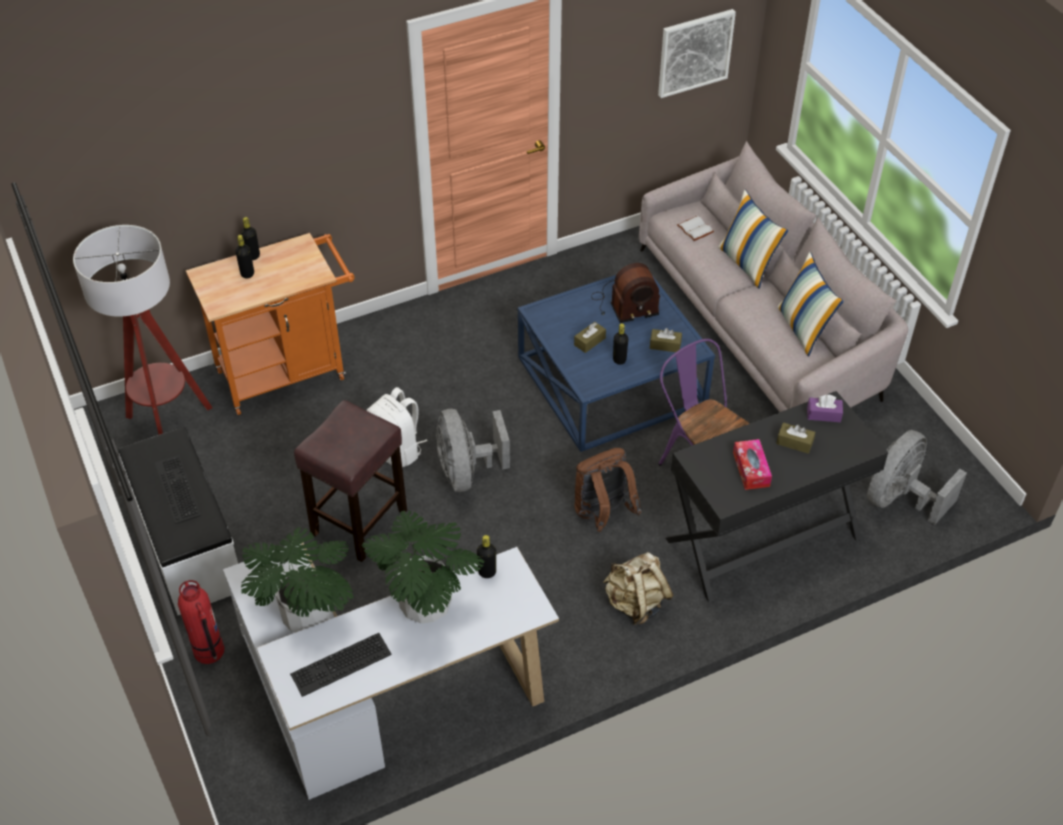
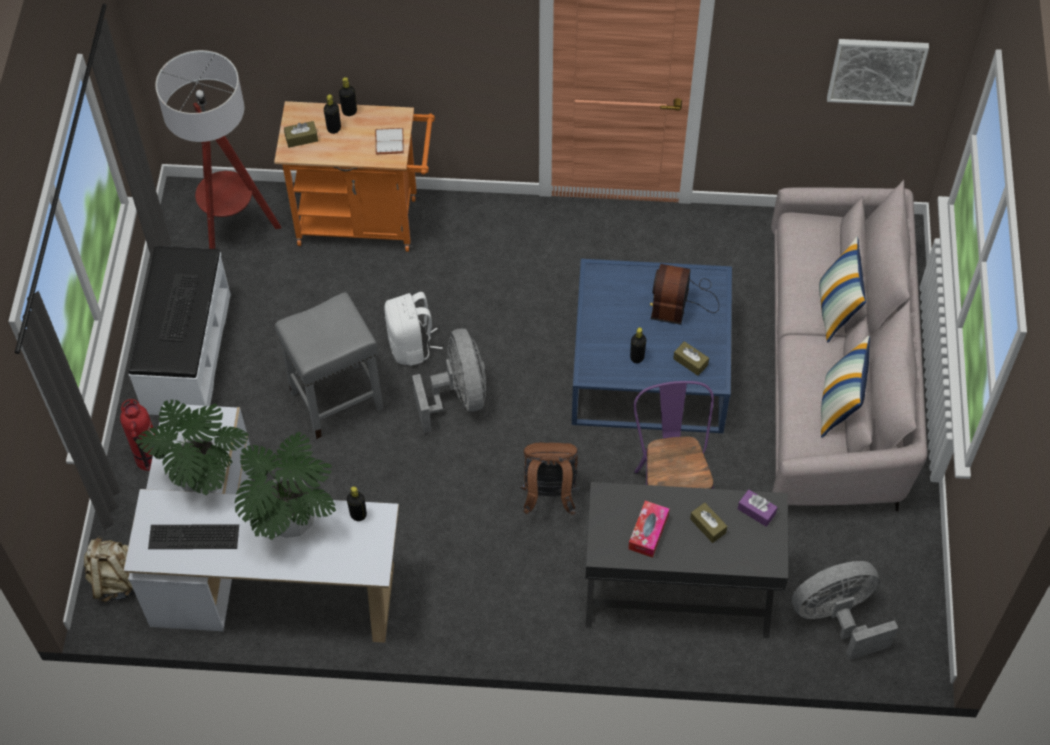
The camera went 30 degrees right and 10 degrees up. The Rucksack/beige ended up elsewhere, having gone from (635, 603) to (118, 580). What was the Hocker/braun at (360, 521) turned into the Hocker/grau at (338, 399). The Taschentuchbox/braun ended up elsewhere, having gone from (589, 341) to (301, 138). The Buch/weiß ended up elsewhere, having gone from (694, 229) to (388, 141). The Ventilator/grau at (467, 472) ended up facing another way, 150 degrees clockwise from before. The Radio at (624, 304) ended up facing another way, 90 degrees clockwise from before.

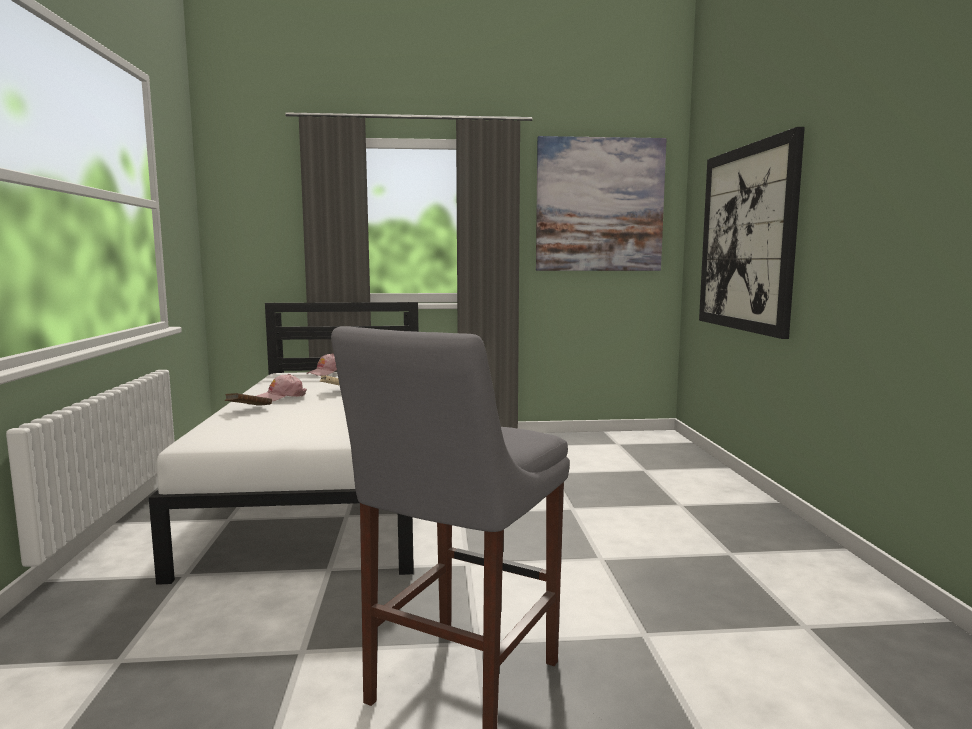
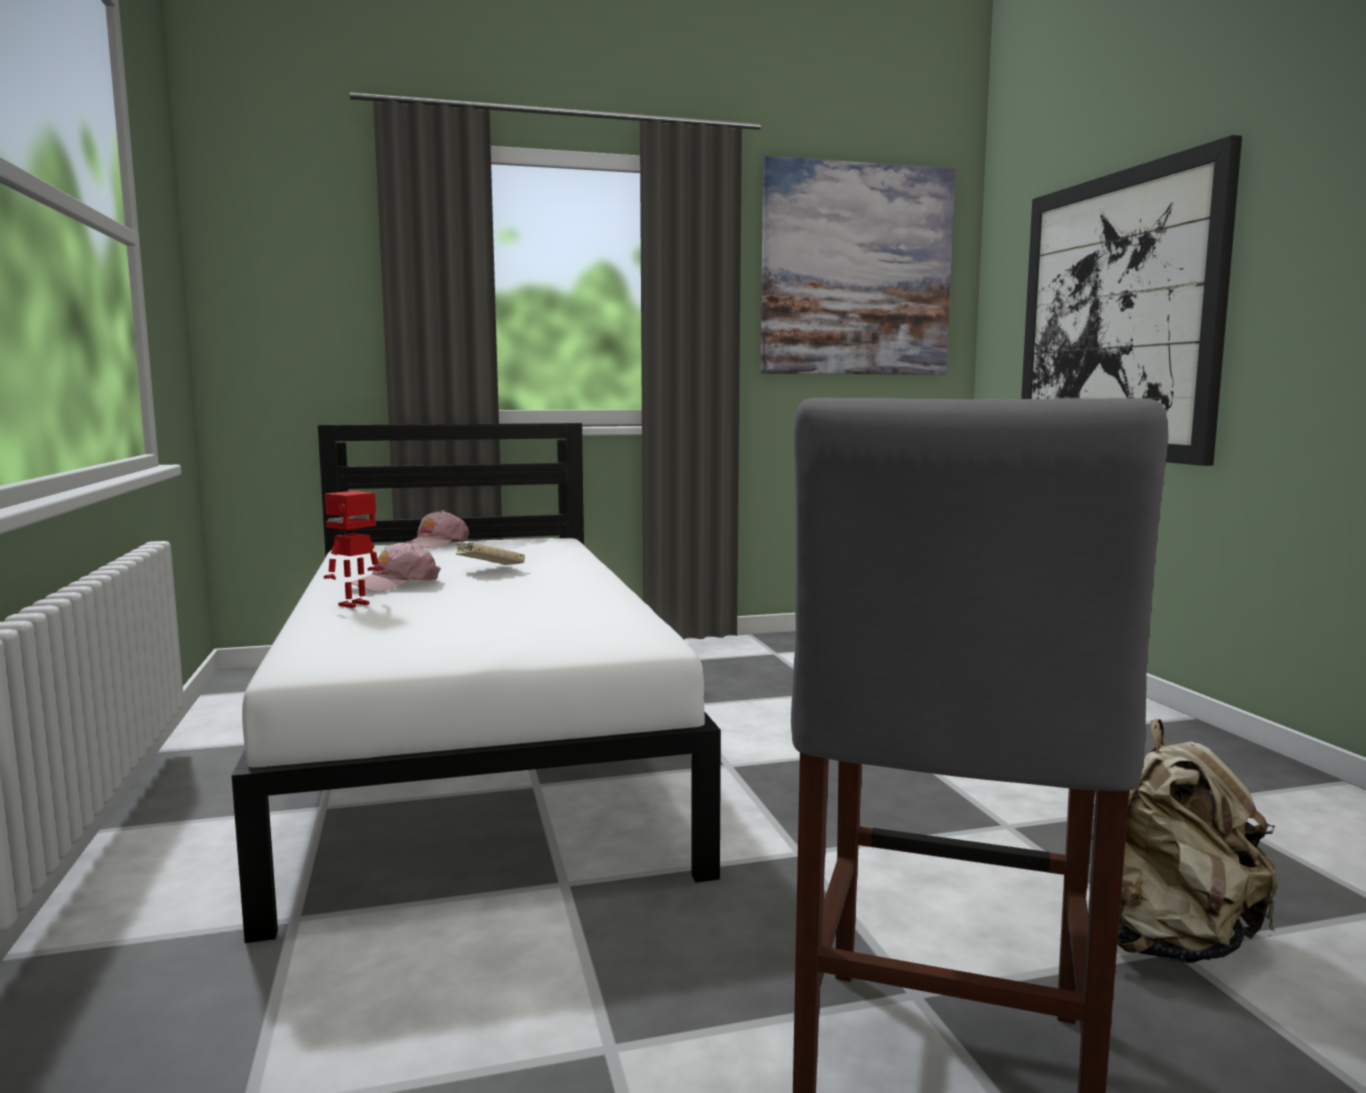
The camera went 10 degrees left and 0 degrees up. Where the Buch/braun stood at (249, 409), the Spielzeugroboter came to stand at (355, 605). The second view gained the Rucksack/beige at (1169, 942).

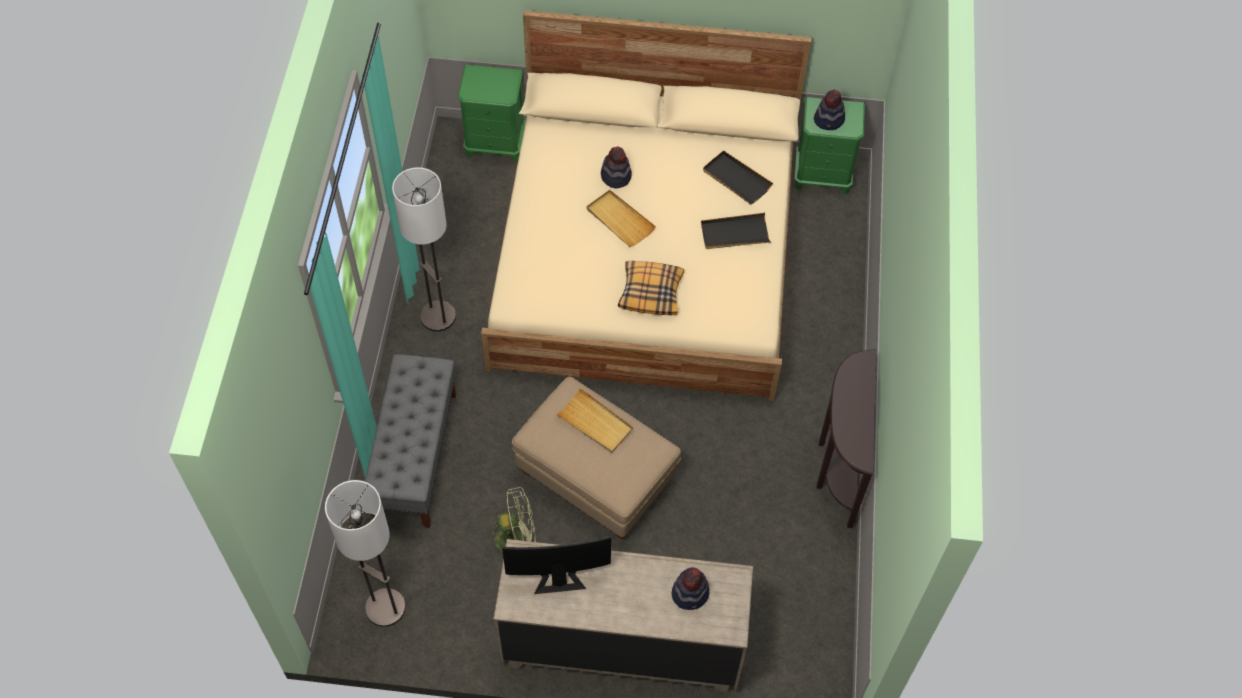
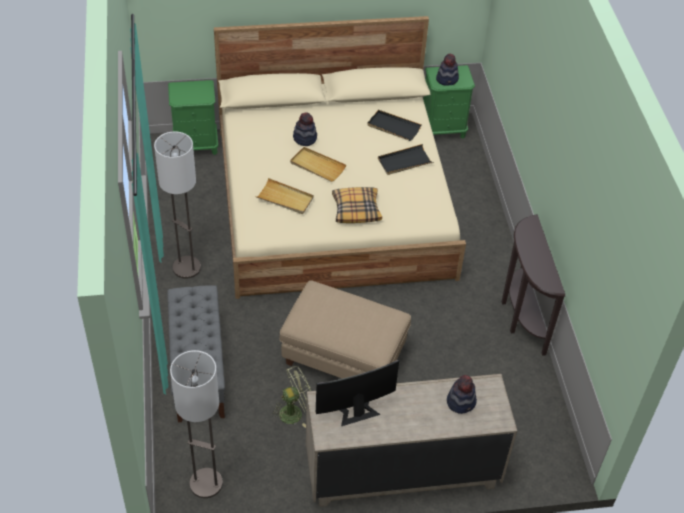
The camera went 15 degrees left and 10 degrees down. The Tablett/beige ended up elsewhere, having gone from (595, 423) to (285, 198).

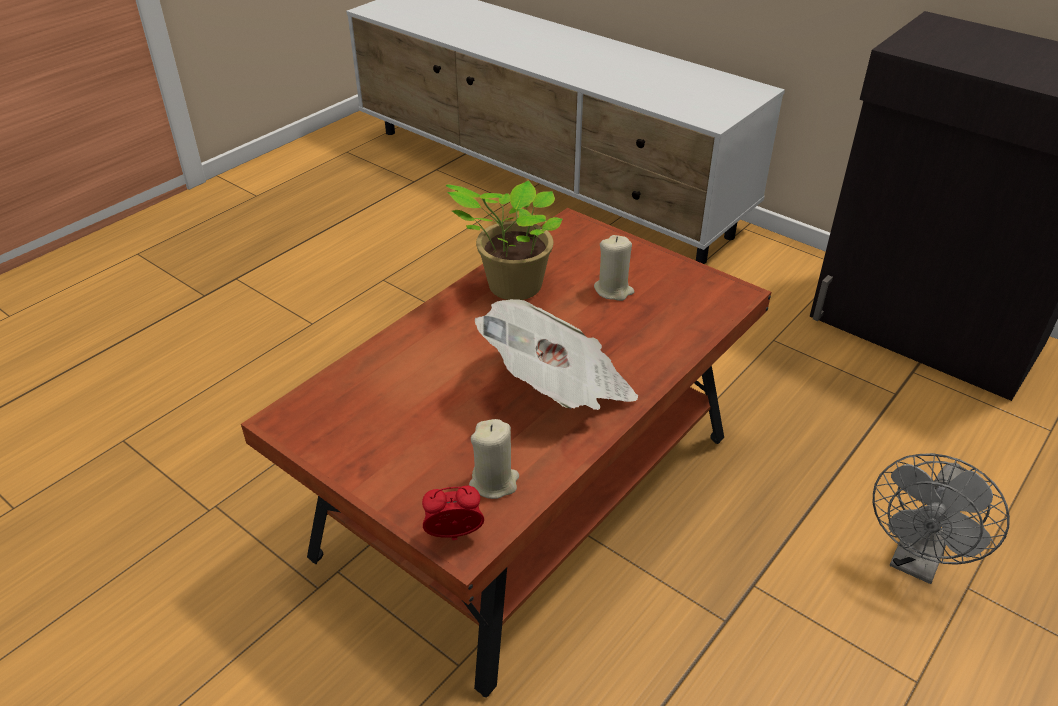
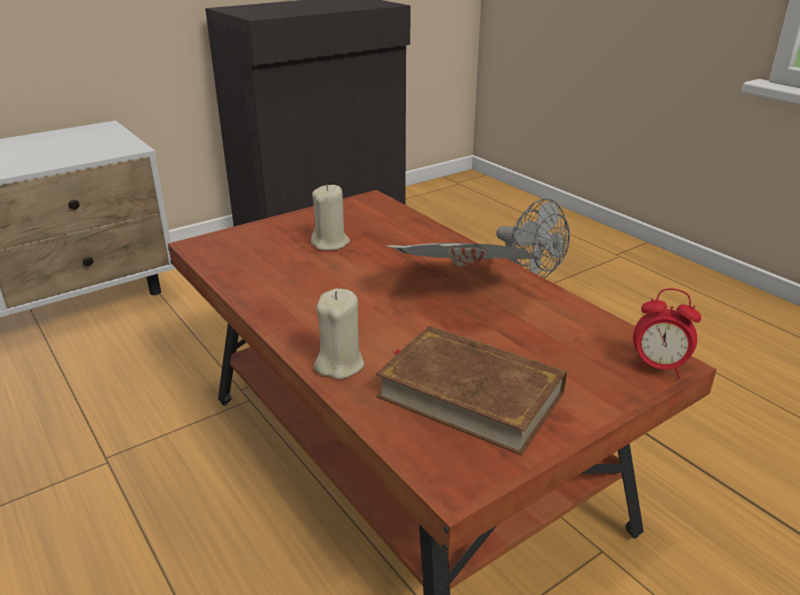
The camera went 75 degrees left and 10 degrees down. The Kerze/beige ended up elsewhere, having gone from (494, 482) to (339, 364). The second view gained the Buch/braun at (470, 394). The Wecker at (454, 537) ended up facing another way, 75 degrees counterclockwise from before. The second view lost the Topfpflanze at (510, 287).

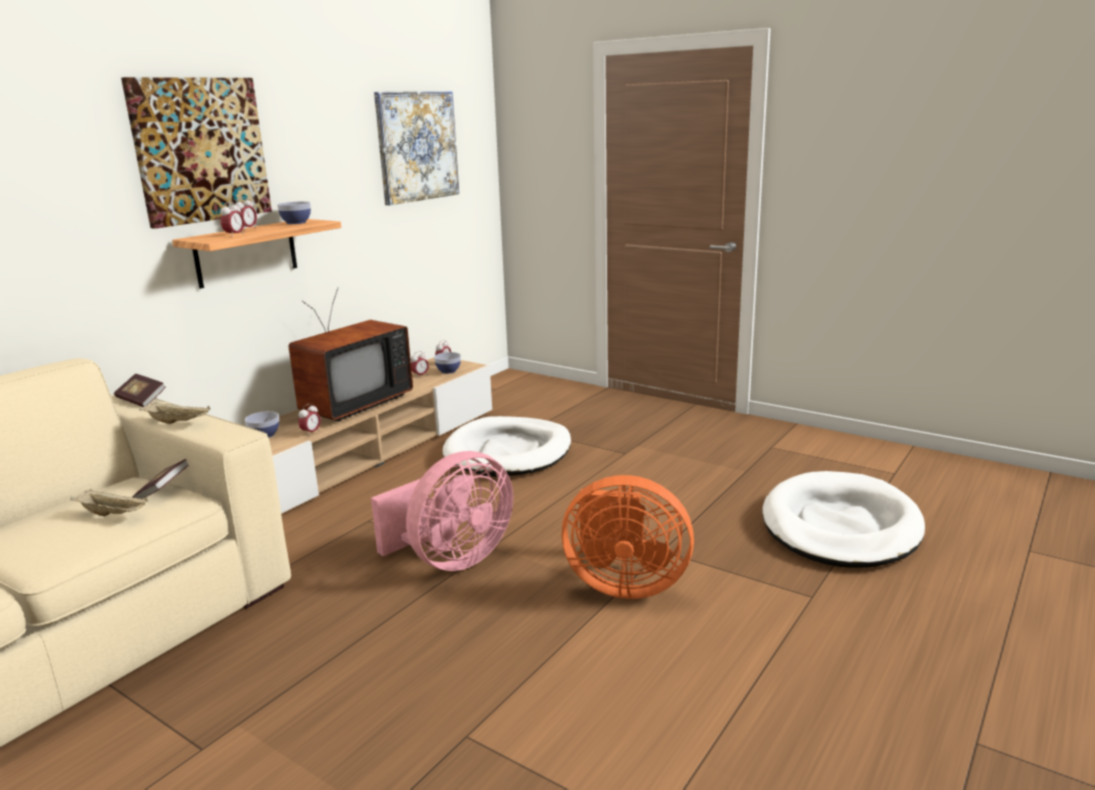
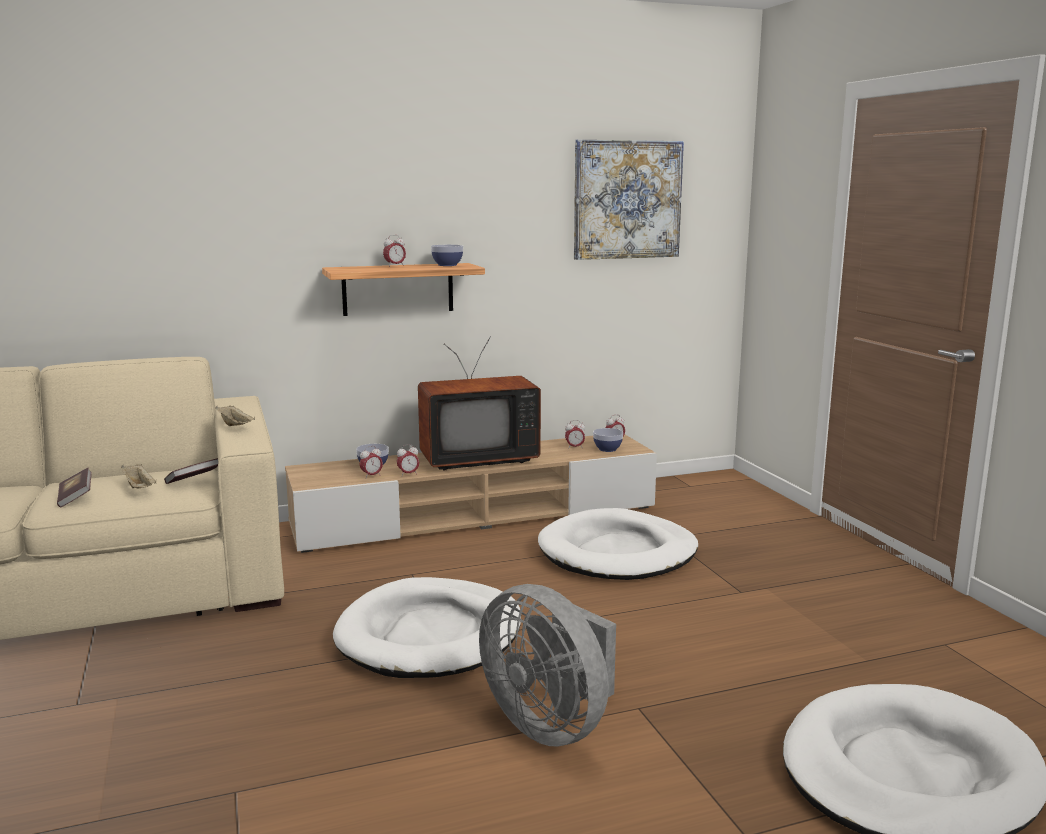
The camera went 35 degrees right and 5 degrees down. The Buch ended up elsewhere, having gone from (141, 400) to (75, 498). Where the Ventilator/rosa stood at (452, 560), the Hundebett/weiß came to stand at (430, 635). The Wecker ended up elsewhere, having gone from (234, 235) to (371, 476). What was the Ventilator/orange at (623, 584) turned into the Ventilator/grau at (550, 724). The second view lost the Bild at (200, 150).

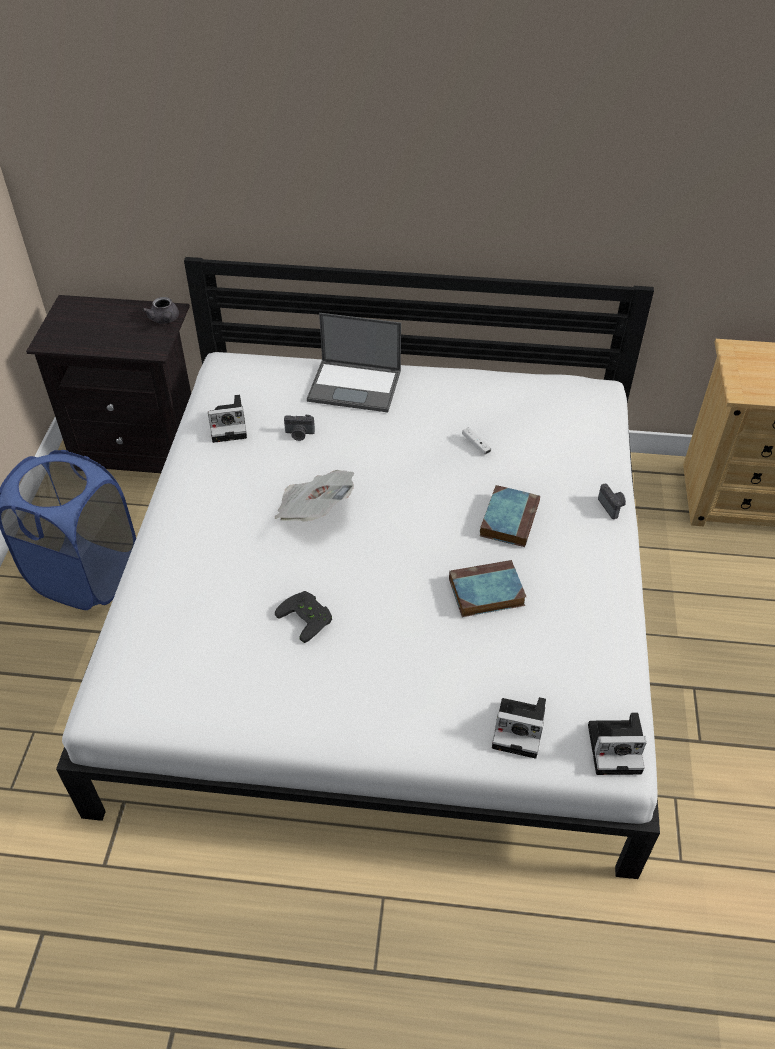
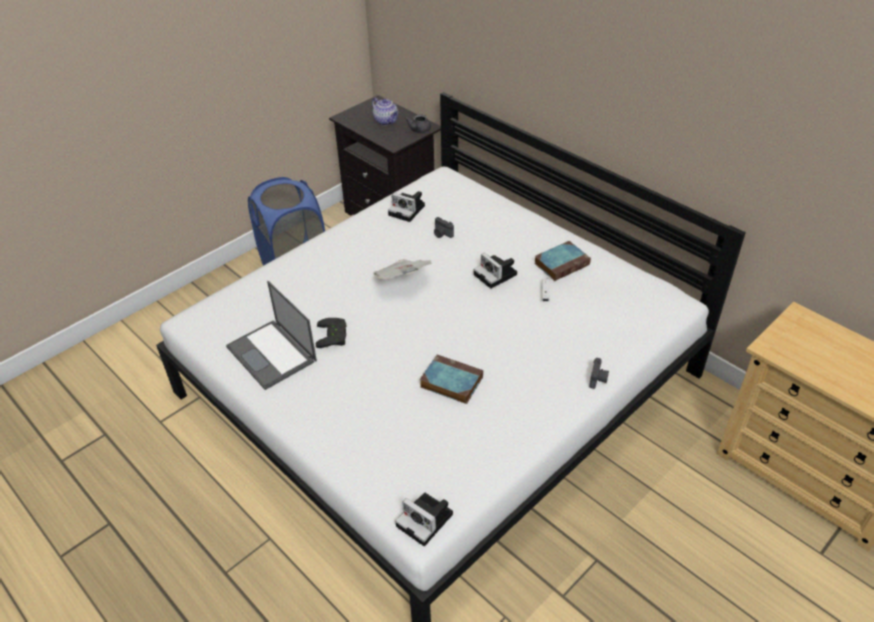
The camera went 40 degrees right and 5 degrees down. The Laptop ended up elsewhere, having gone from (356, 386) to (272, 354). The second view gained the Teekanne at (386, 121). The Kamera ended up elsewhere, having gone from (521, 729) to (496, 275). The Buch ended up elsewhere, having gone from (509, 518) to (562, 263).

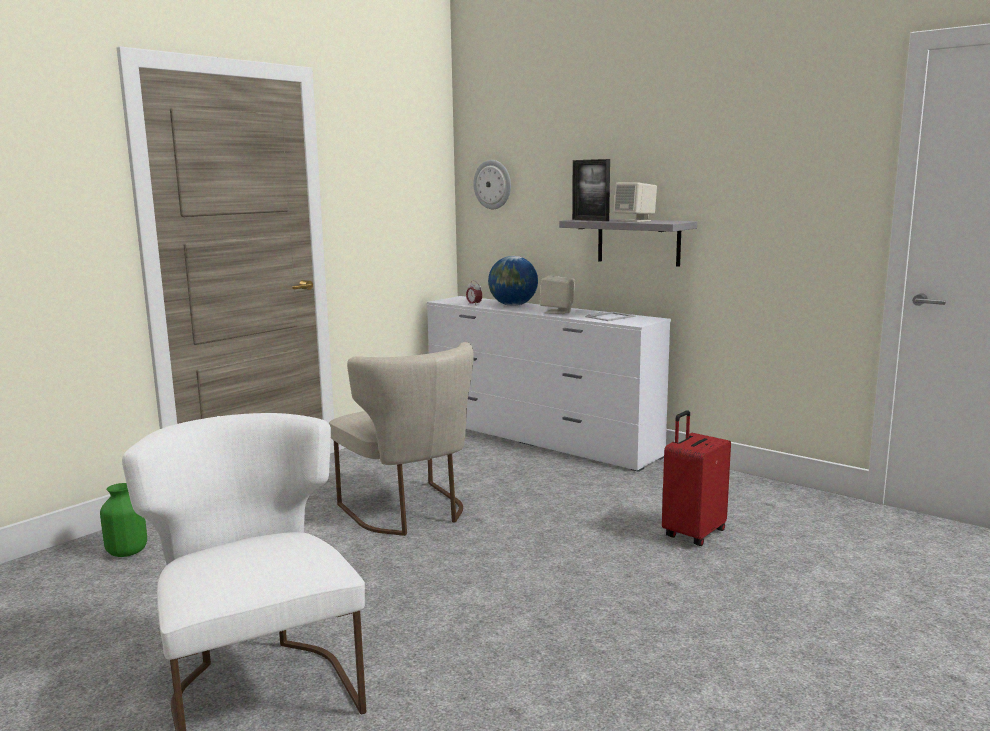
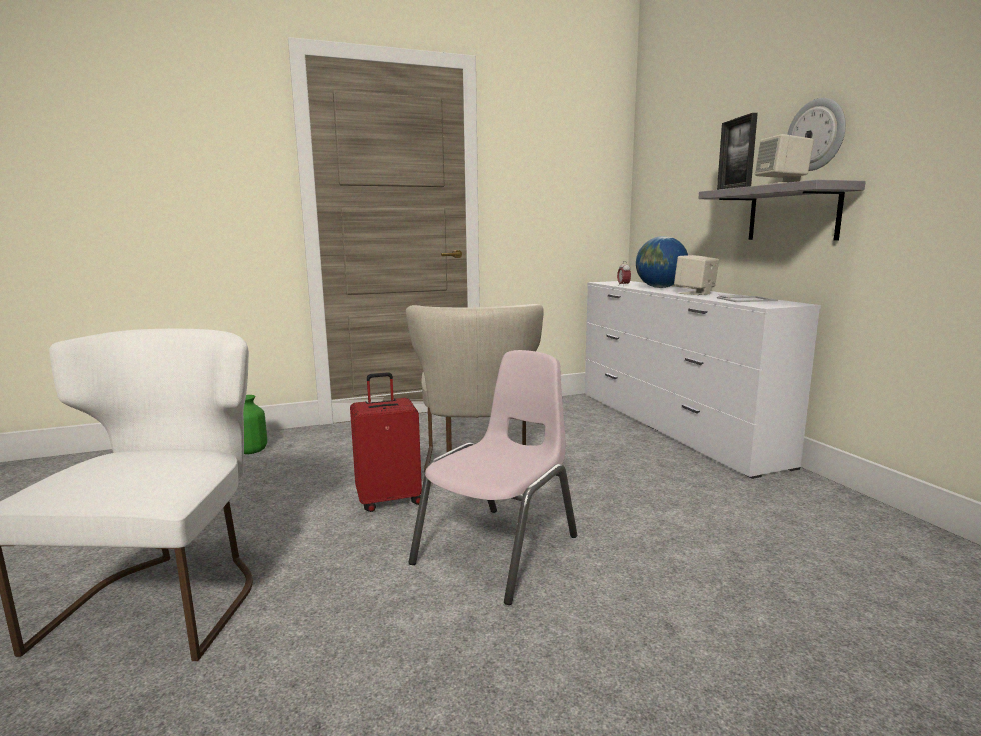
The camera went 30 degrees right and 0 degrees up. The Koffer/rot ended up elsewhere, having gone from (692, 533) to (389, 499). The second view gained the Stuhl/rosa at (499, 550). The Wanduhr ended up elsewhere, having gone from (493, 184) to (816, 135).

